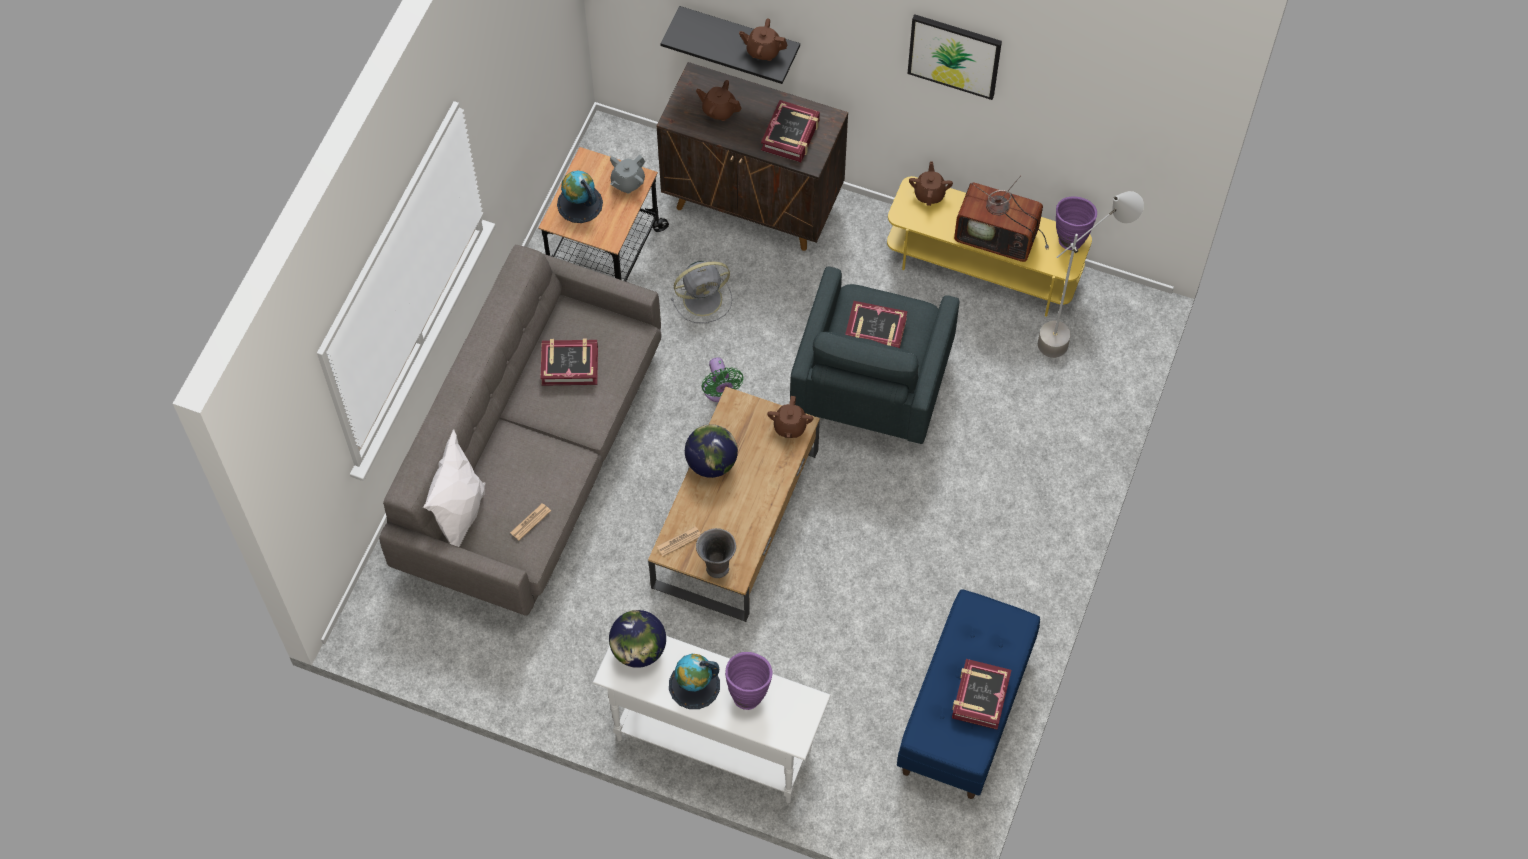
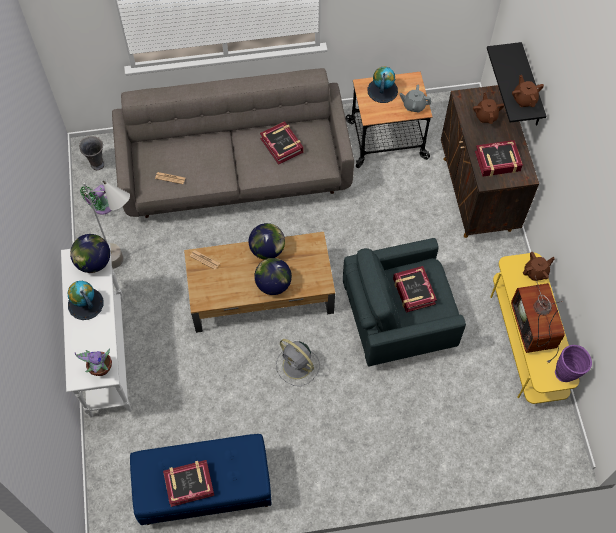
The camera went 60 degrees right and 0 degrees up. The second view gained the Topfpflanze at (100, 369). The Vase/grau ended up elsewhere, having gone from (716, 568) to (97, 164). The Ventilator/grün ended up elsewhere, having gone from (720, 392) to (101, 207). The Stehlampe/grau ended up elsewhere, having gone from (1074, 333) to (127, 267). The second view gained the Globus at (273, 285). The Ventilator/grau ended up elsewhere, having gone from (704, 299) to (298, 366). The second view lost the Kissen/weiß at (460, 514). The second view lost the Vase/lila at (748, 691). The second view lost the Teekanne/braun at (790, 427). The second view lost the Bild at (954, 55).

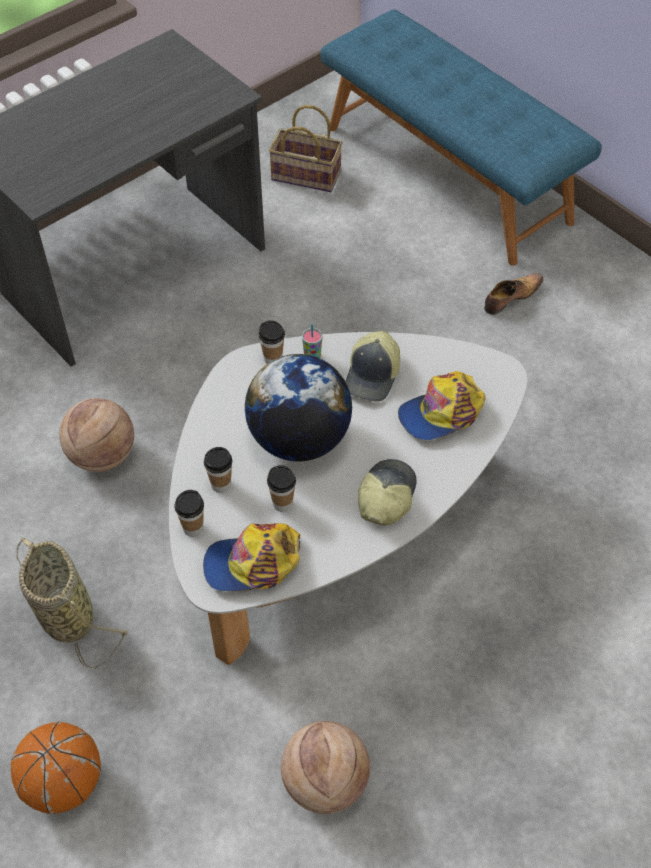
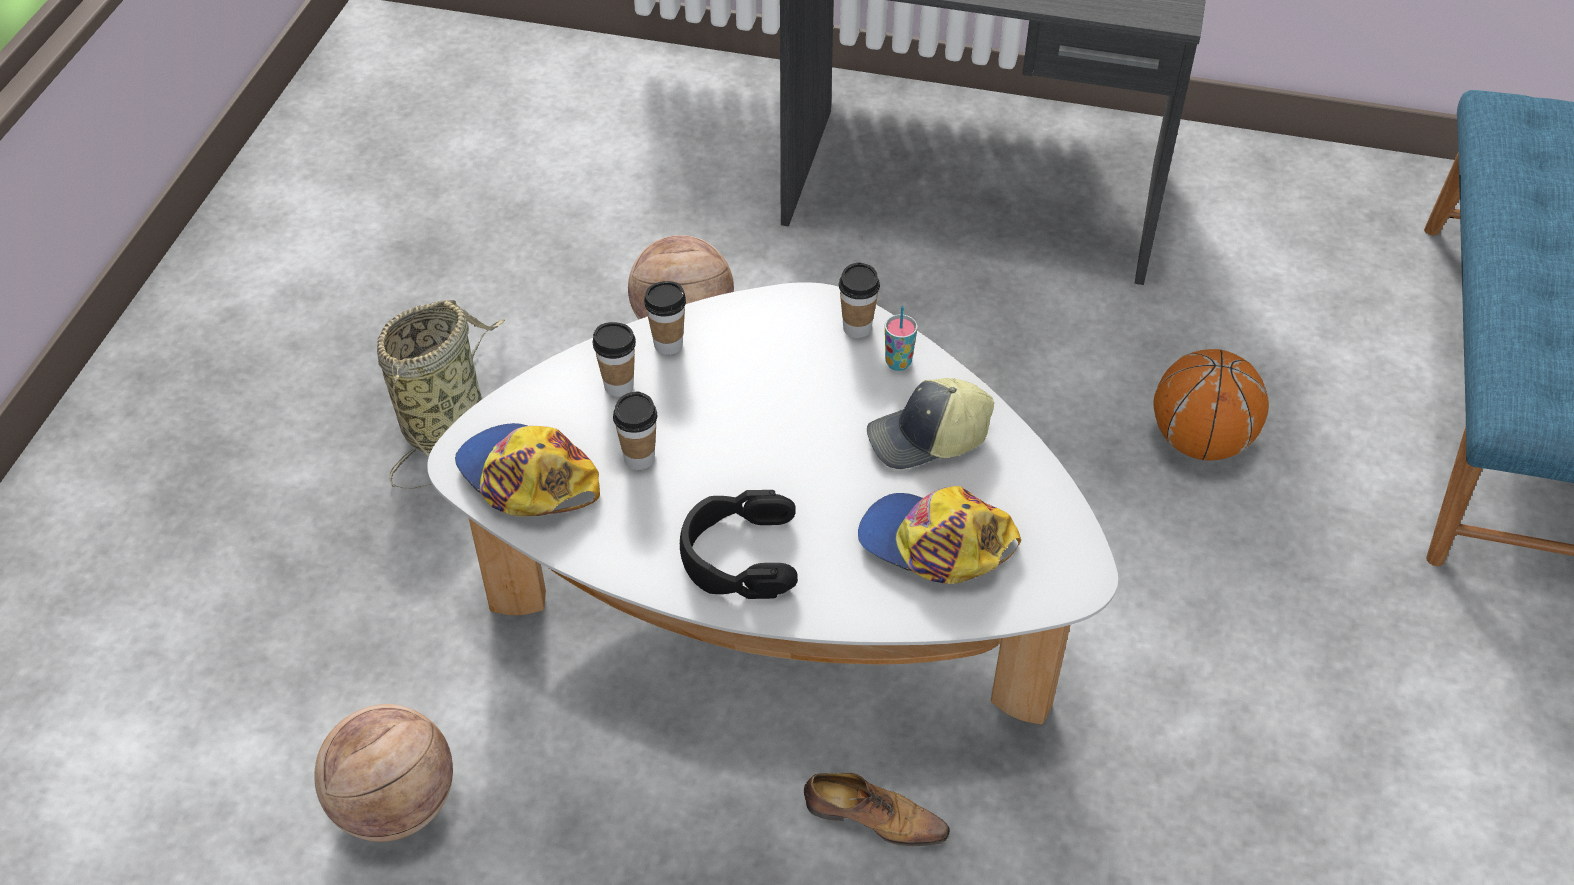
The camera went 55 degrees right and 5 degrees down. The Tasse ended up elsewhere, having gone from (193, 528) to (668, 344). Where the Kappe stood at (385, 496), the Kopfhörer/schwarz came to stand at (738, 556). The Schuh ended up elsewhere, having gone from (511, 297) to (872, 818). The Basketball ended up elsewhere, having gone from (64, 782) to (1199, 442). The second view lost the Globus at (299, 439). The second view lost the Korb at (304, 176).

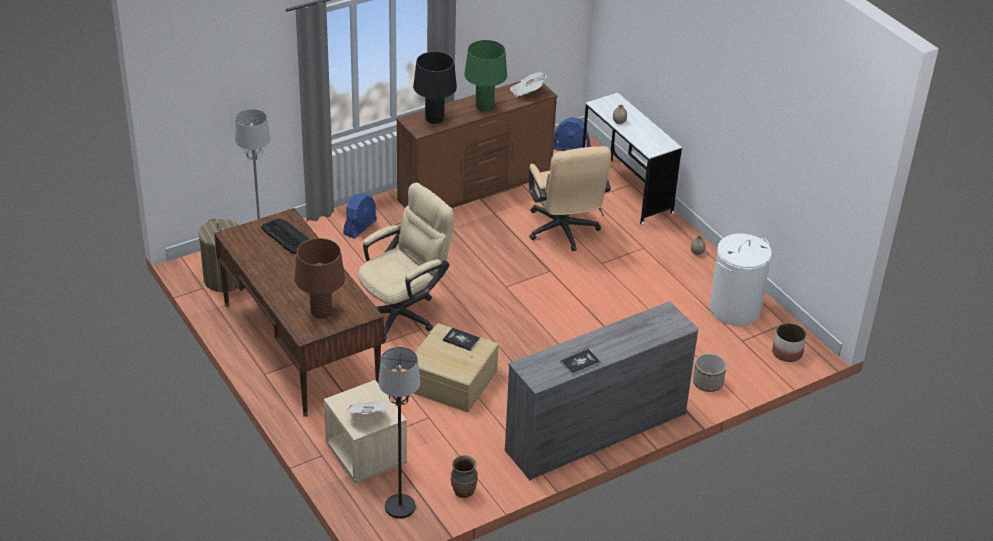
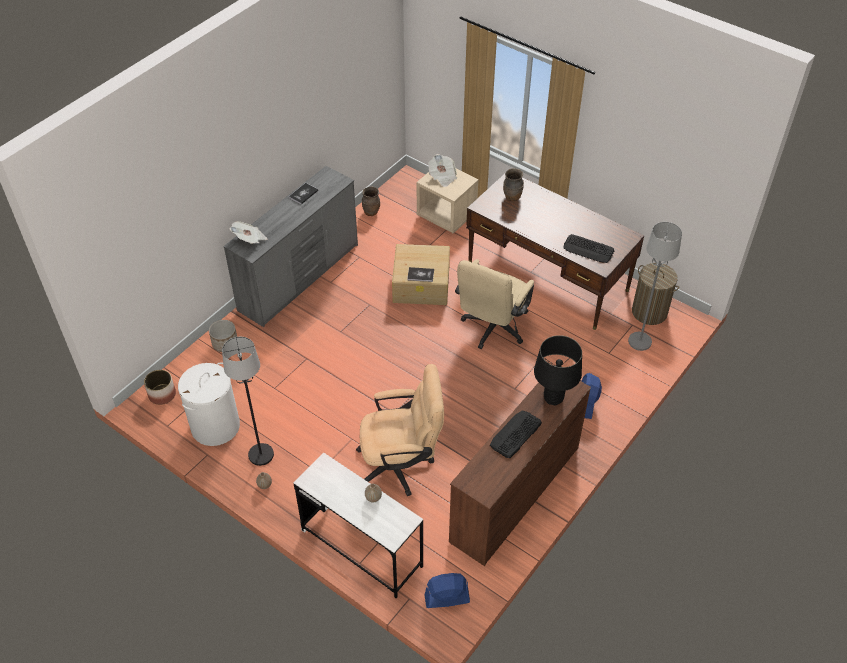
The camera went 160 degrees right and 10 degrees up. The Stehlampe/schwarz ended up elsewhere, having gone from (400, 507) to (260, 455). The Zeitung ended up elsewhere, having gone from (527, 92) to (250, 239). The Bürostuhl/beige at (564, 232) ended up facing another way, 120 degrees clockwise from before. Where the Tischlampe/grün stood at (484, 107), the Tastatur came to stand at (515, 434). Where the Tischlampe/braun stood at (321, 312), the Vase/braun came to stand at (512, 197).

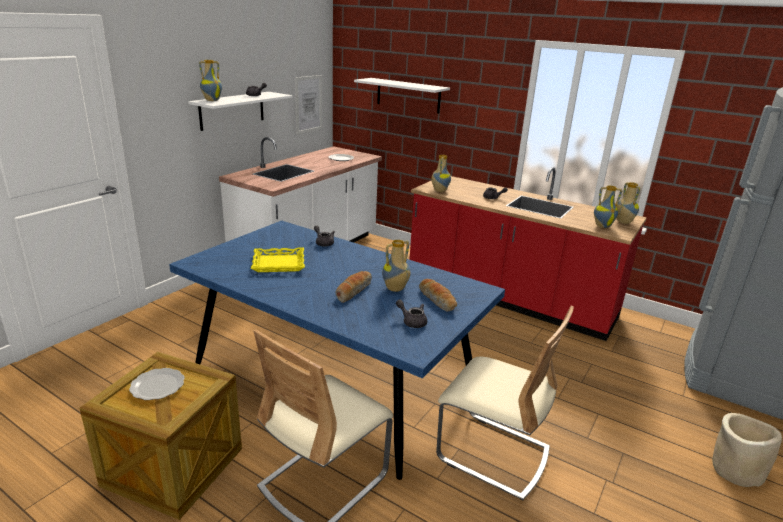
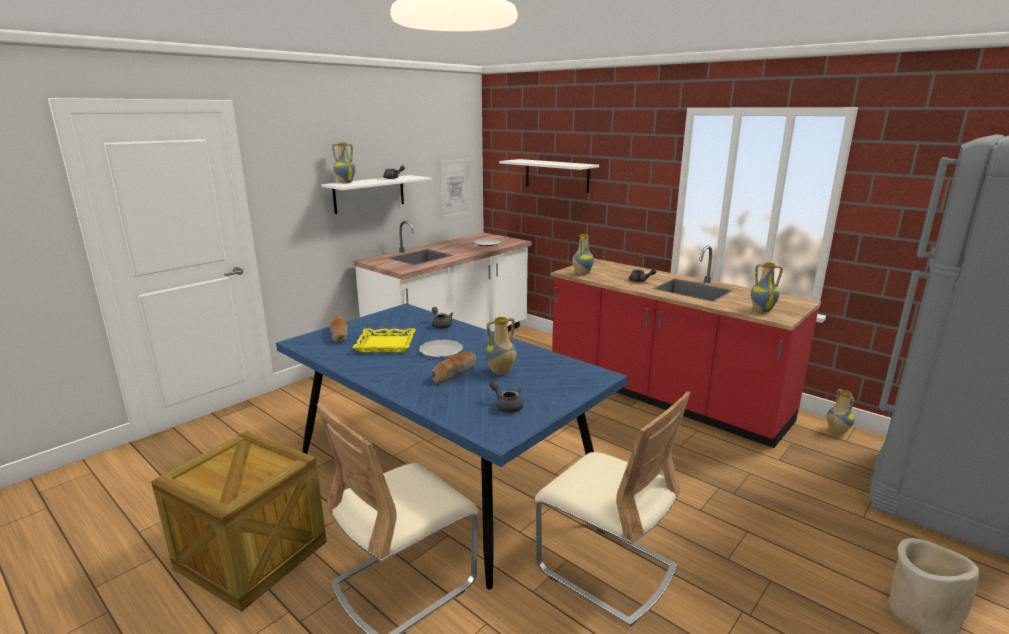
The camera went 10 degrees right and 5 degrees down. The Brot ended up elsewhere, having gone from (438, 300) to (340, 334). The Teller ended up elsewhere, having gone from (157, 386) to (440, 351). The Vase ended up elsewhere, having gone from (623, 222) to (836, 431).

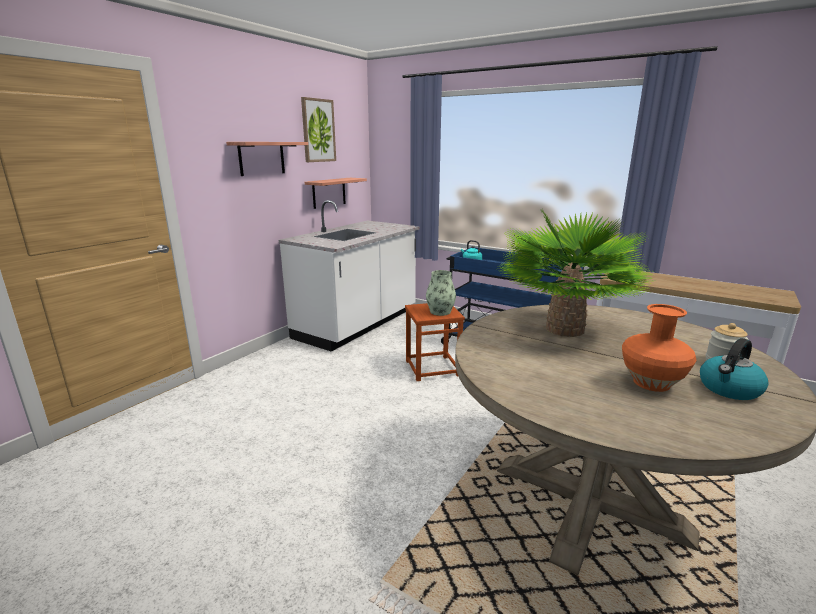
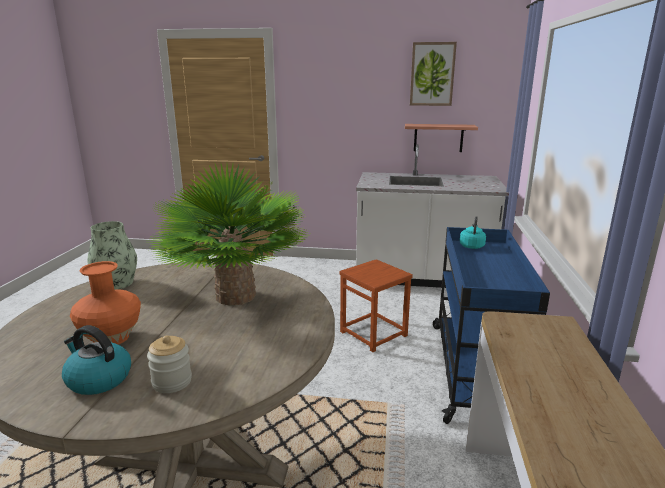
The camera went 65 degrees right and 0 degrees up. The Vase ended up elsewhere, having gone from (440, 312) to (116, 283). The second view lost the Wandregal at (261, 158).

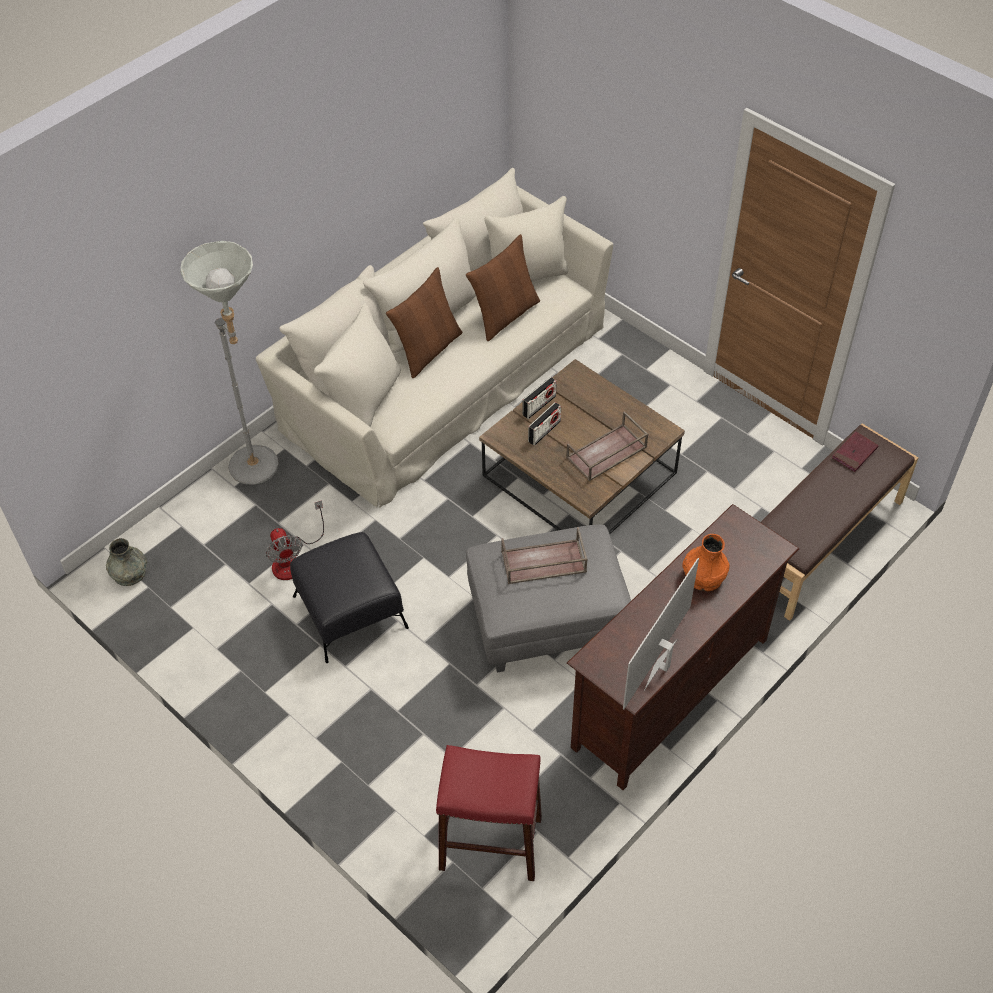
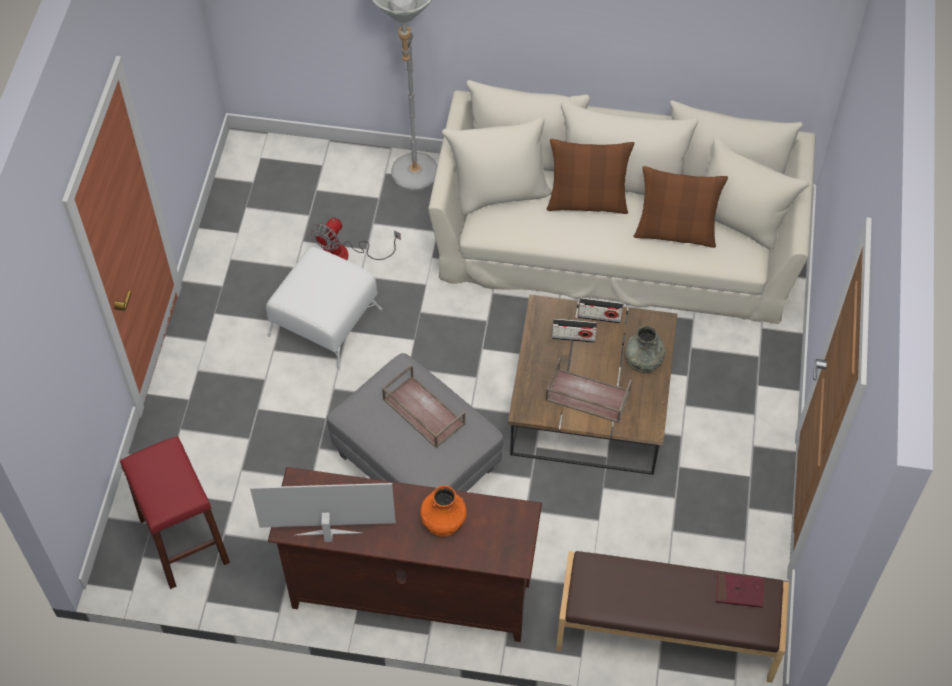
The camera went 55 degrees right and 5 degrees up. What was the Polsterhocker/schwarz at (350, 611) turned into the Polsterhocker/weiß at (326, 322). The Vase/grau ended up elsewhere, having gone from (129, 573) to (644, 359).

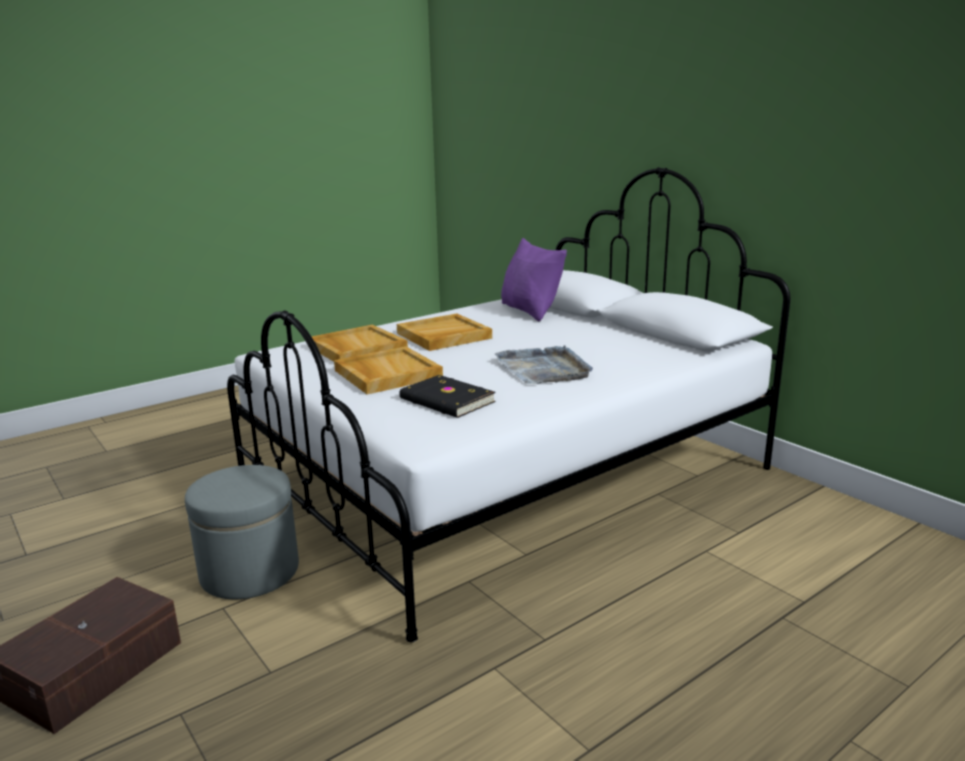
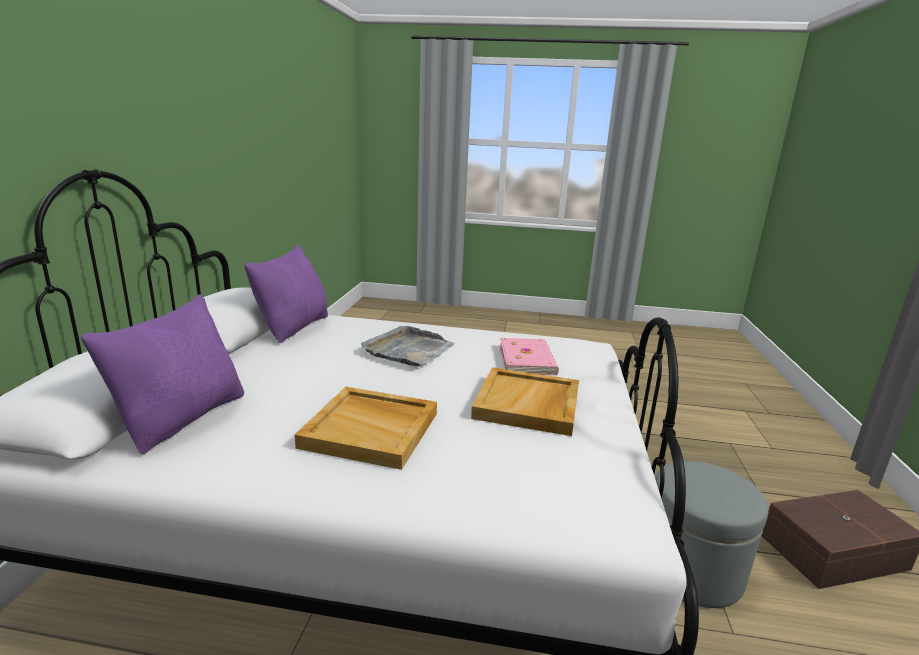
The camera went 135 degrees left and 0 degrees up. The second view gained the Kissen/lila at (294, 327). What was the Buch/schwarz at (446, 401) turned into the Buch/rosa at (528, 359). The second view lost the Tablett/beige at (356, 348).

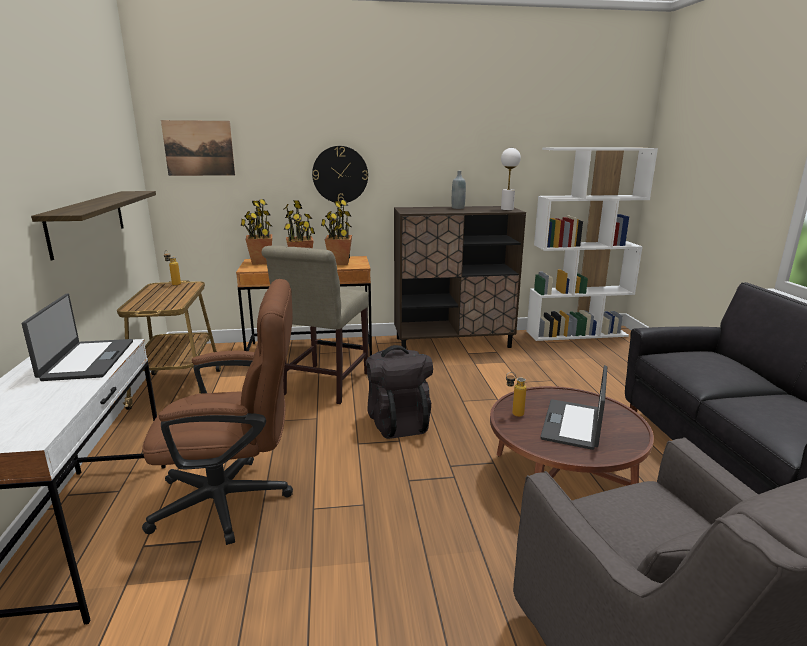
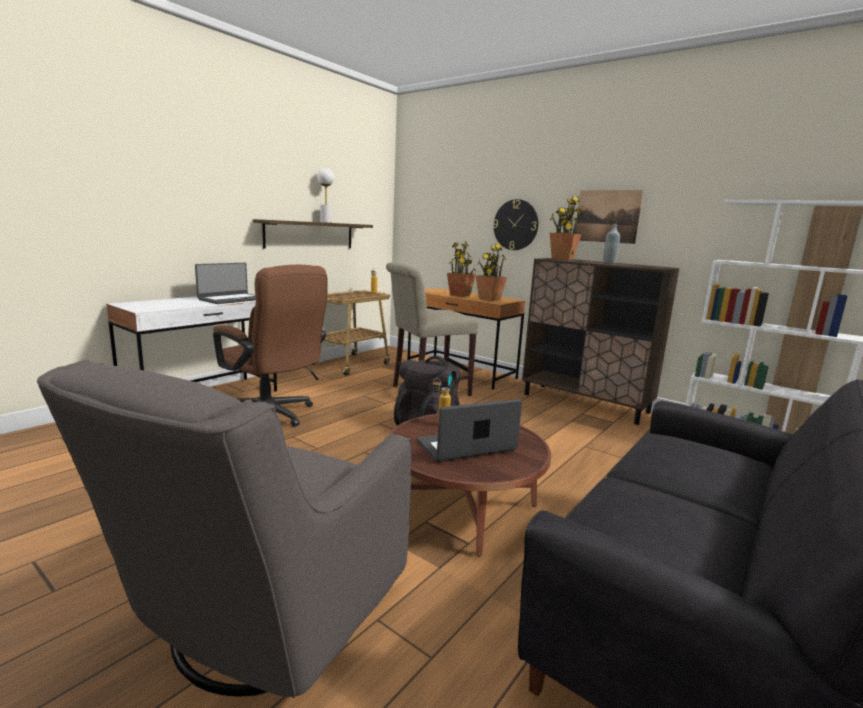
The camera went 45 degrees right and 5 degrees down. The Tischlampe/weiß ended up elsewhere, having gone from (507, 209) to (325, 222). The Topfpflanze ended up elsewhere, having gone from (261, 262) to (562, 259). The Bild ended up elsewhere, having gone from (199, 148) to (607, 216).

